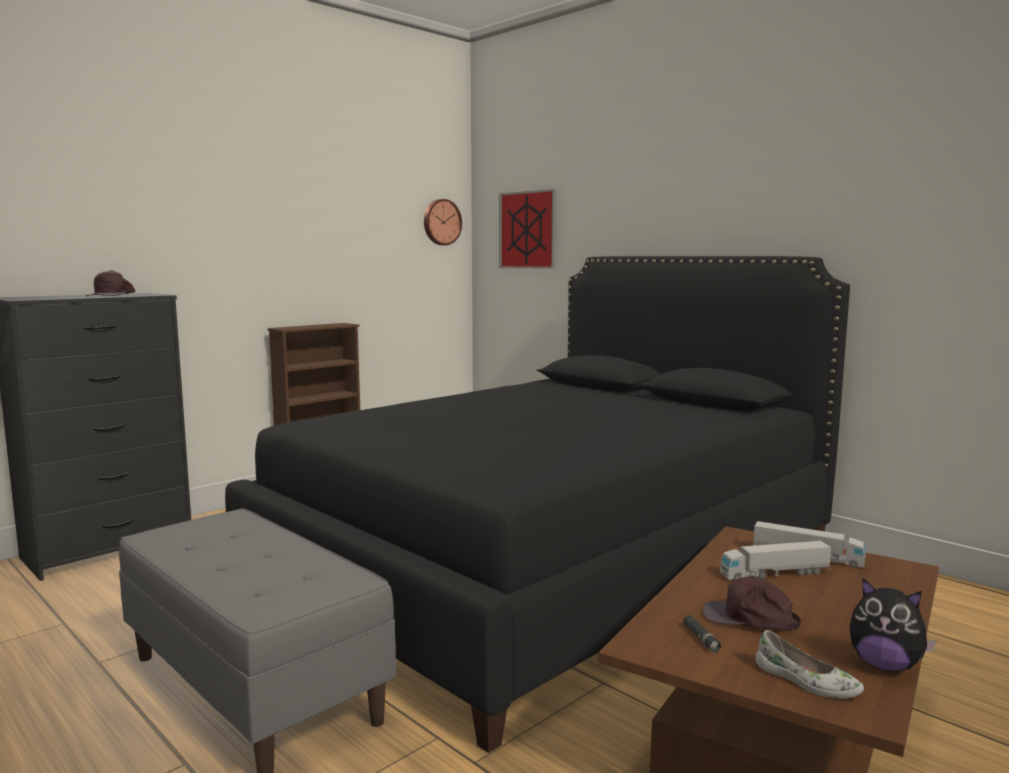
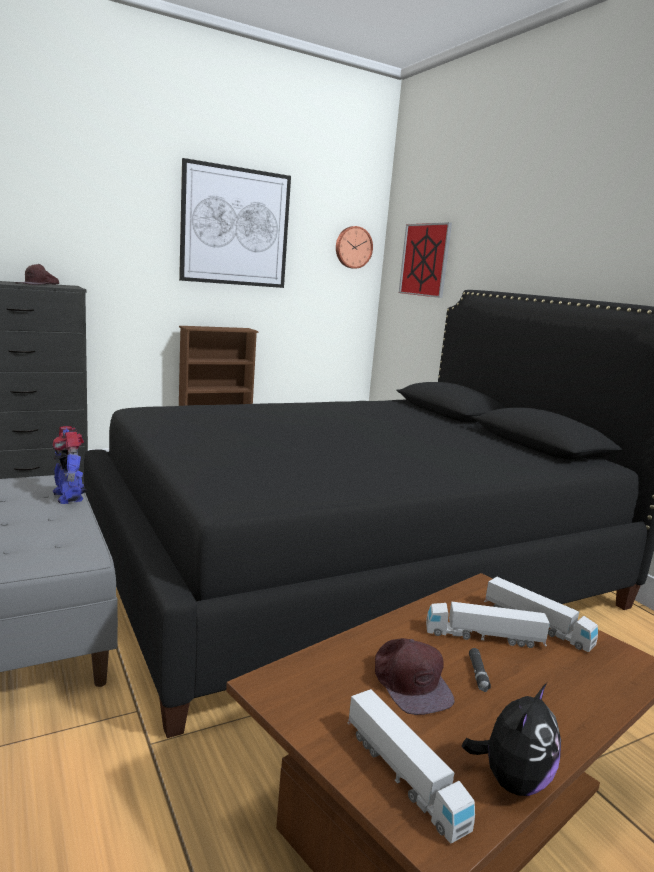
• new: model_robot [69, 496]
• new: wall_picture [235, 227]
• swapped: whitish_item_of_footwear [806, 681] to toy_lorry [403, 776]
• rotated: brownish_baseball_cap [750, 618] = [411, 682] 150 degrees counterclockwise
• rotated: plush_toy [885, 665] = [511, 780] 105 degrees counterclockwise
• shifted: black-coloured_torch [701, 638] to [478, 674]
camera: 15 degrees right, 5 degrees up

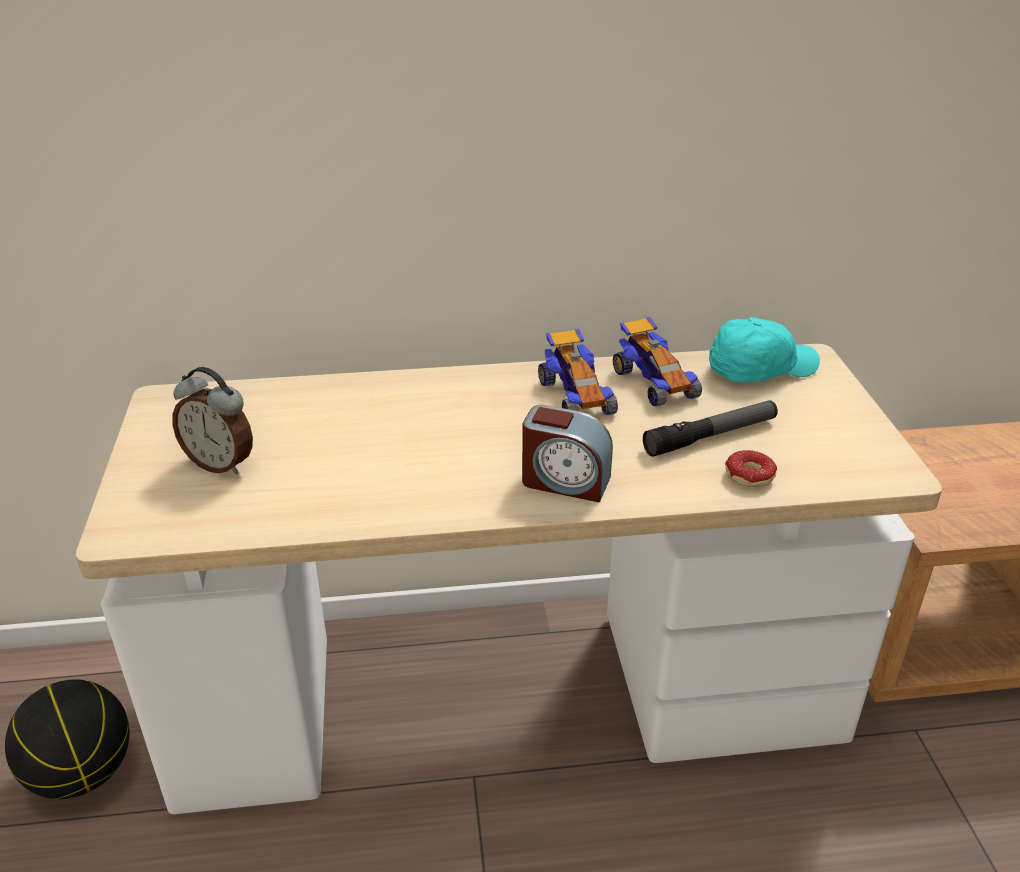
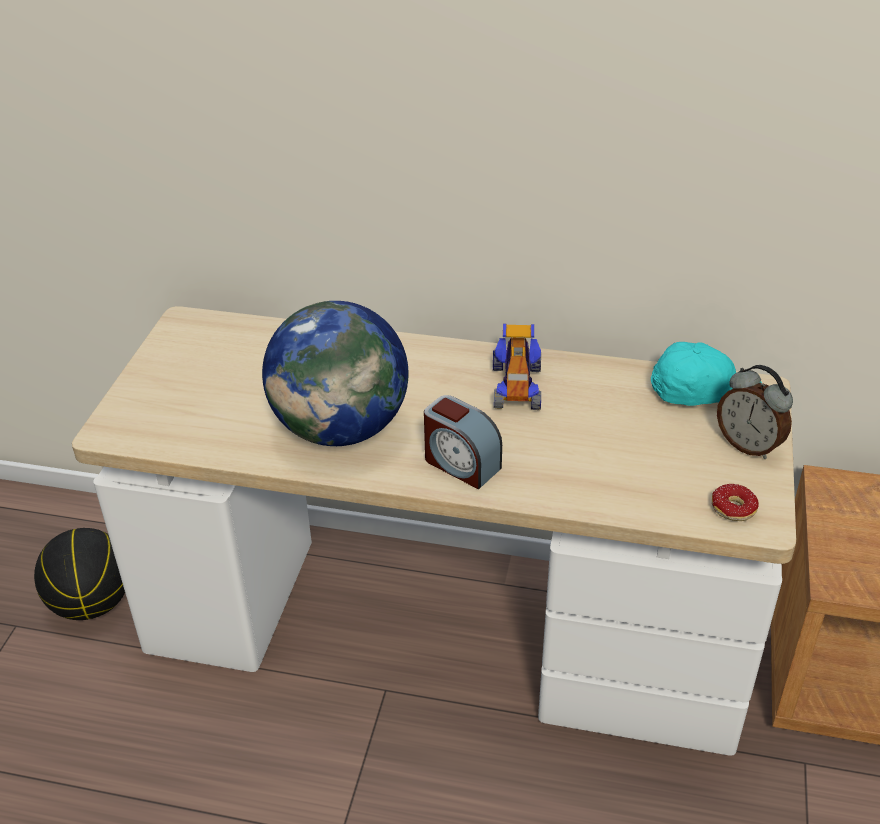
• new: world_globe [341, 428]
• shifted: donut [748, 482] to [729, 513]
• shifted: alarm_clock [221, 464] to [749, 445]
• gone: model_car [653, 382]
• gone: torch [711, 436]
camera: 20 degrees right, 5 degrees up

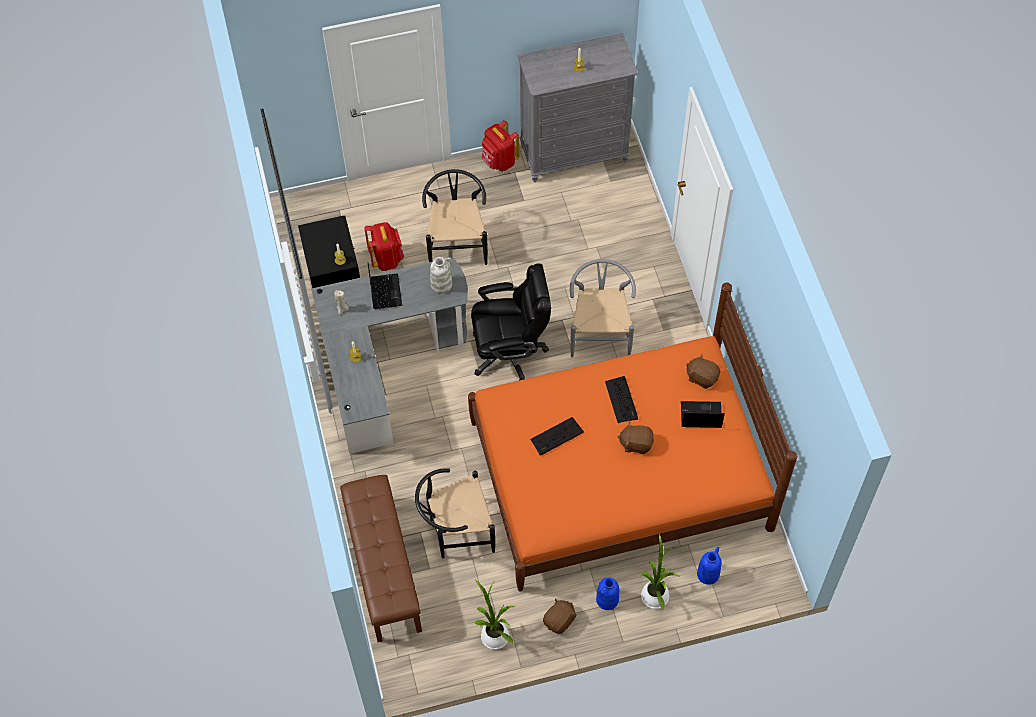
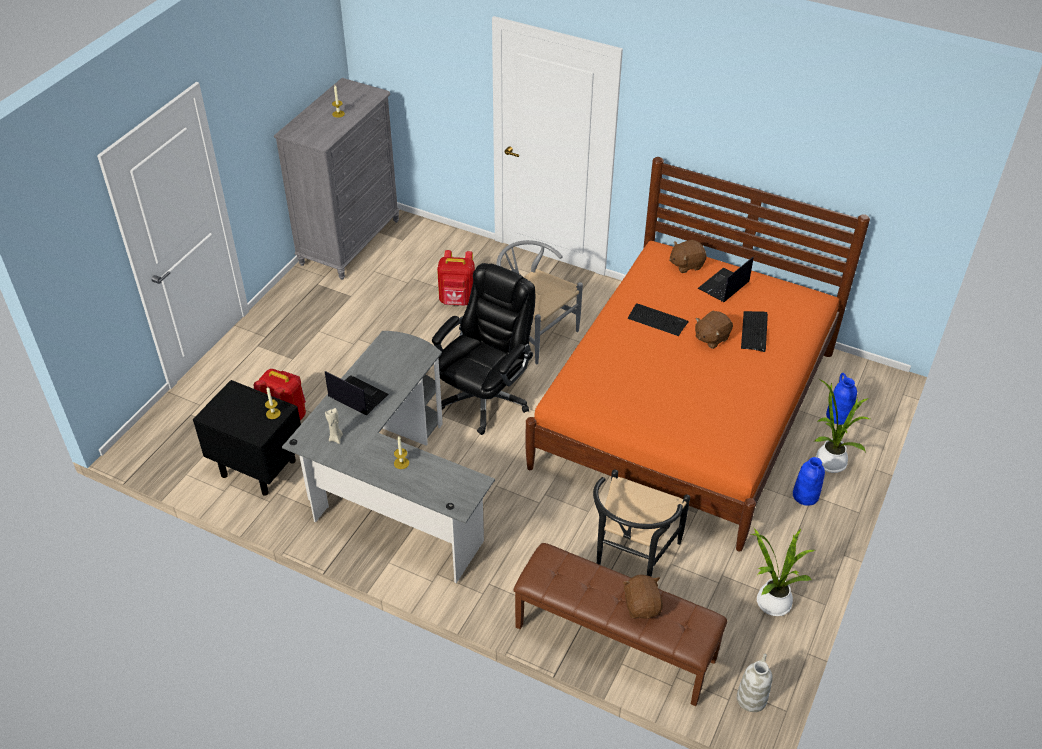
• shifted: red_rucksack [499, 161] to [457, 301]
• shifted: brownish_plush_toy [559, 621] to [642, 605]
• shifted: whitish_flower_vase [441, 284] to [751, 698]
• shifted: computer_keyboard [556, 436] to [754, 331]
• gone: black-coloured_plain_chair [457, 242]
camera: 50 degrees left, 15 degrees down

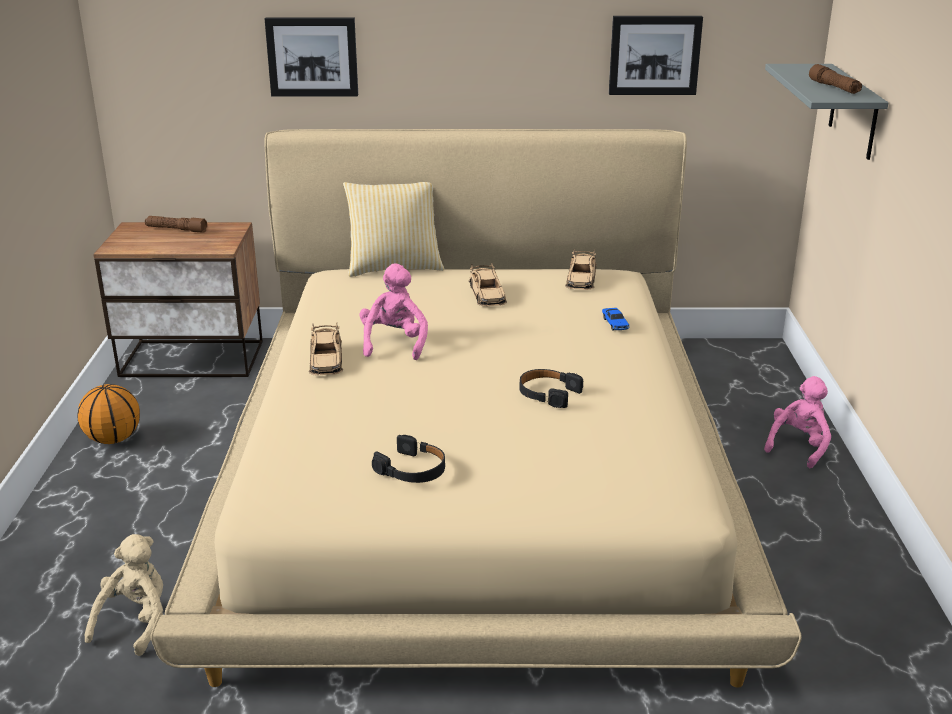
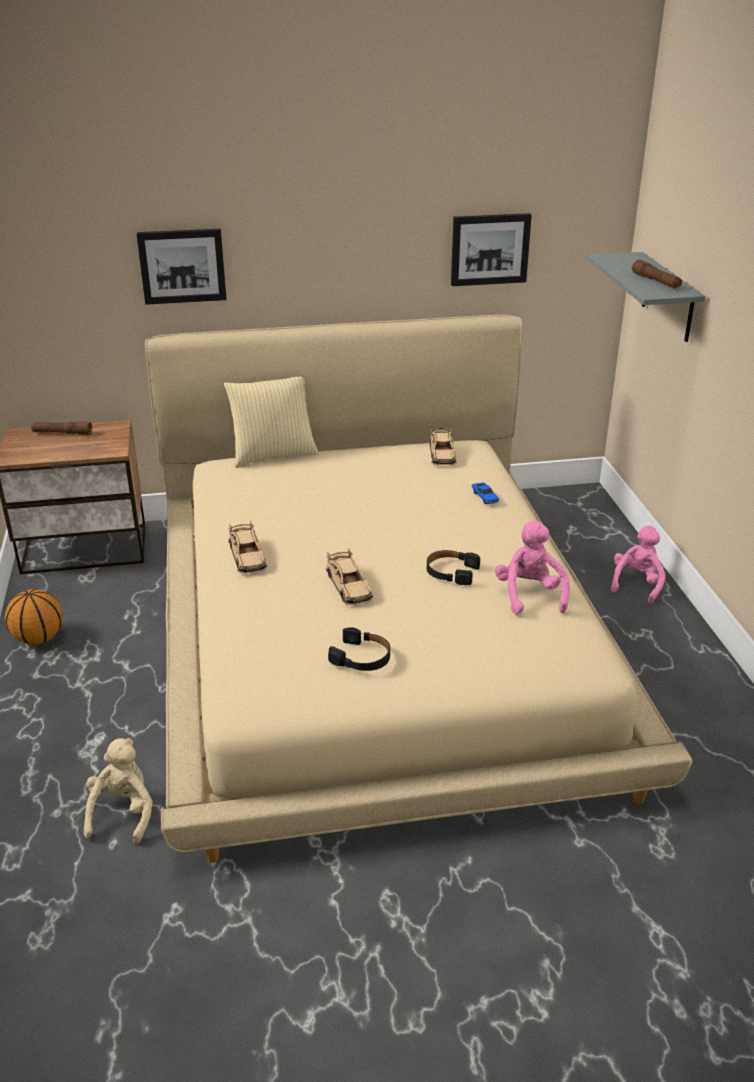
• shifted: beige-coloured_model_car [487, 295] to [349, 586]
• shifted: pink_plush_toy [394, 343] to [529, 595]
camera: 10 degrees left, 5 degrees up

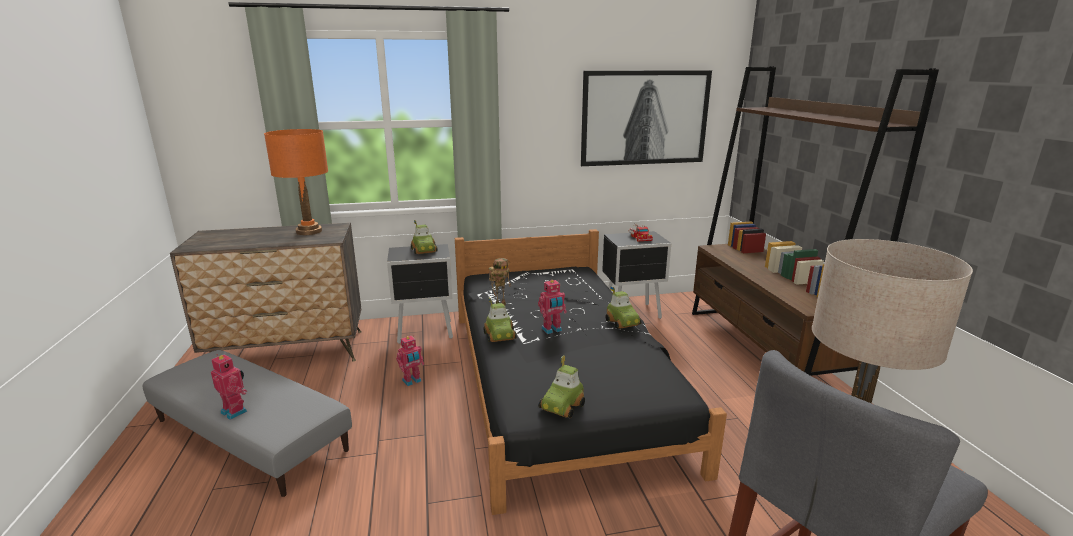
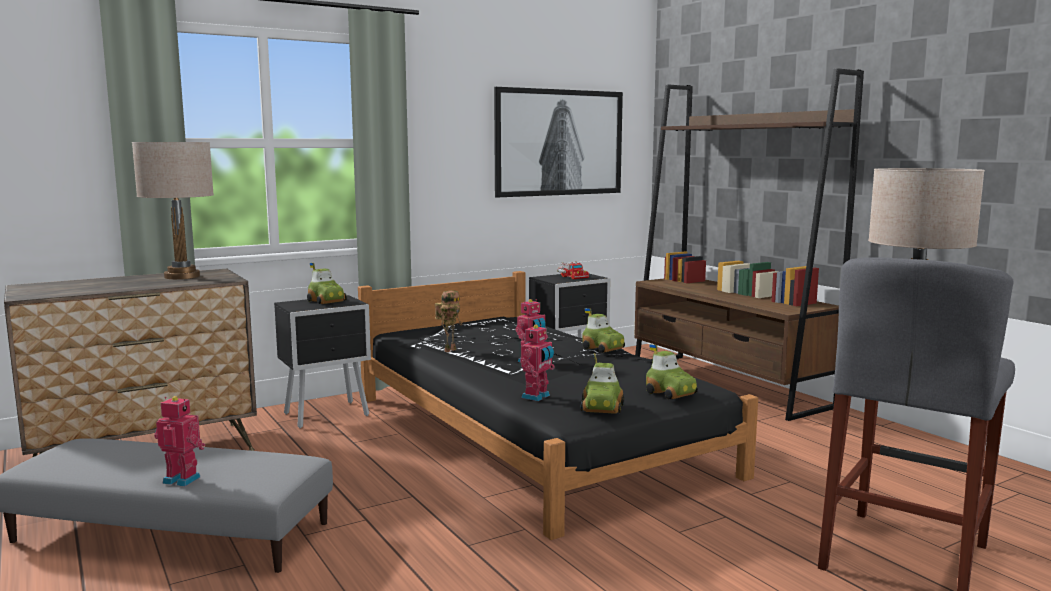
• repainted: orange-coloured_table_lamp [309, 231] to beige-coloured_table_lamp [182, 276]
• shifted: model_robot [412, 381] to [537, 397]
• shifted: model_car [500, 335] to [671, 393]
camera: 20 degrees left, 10 degrees down

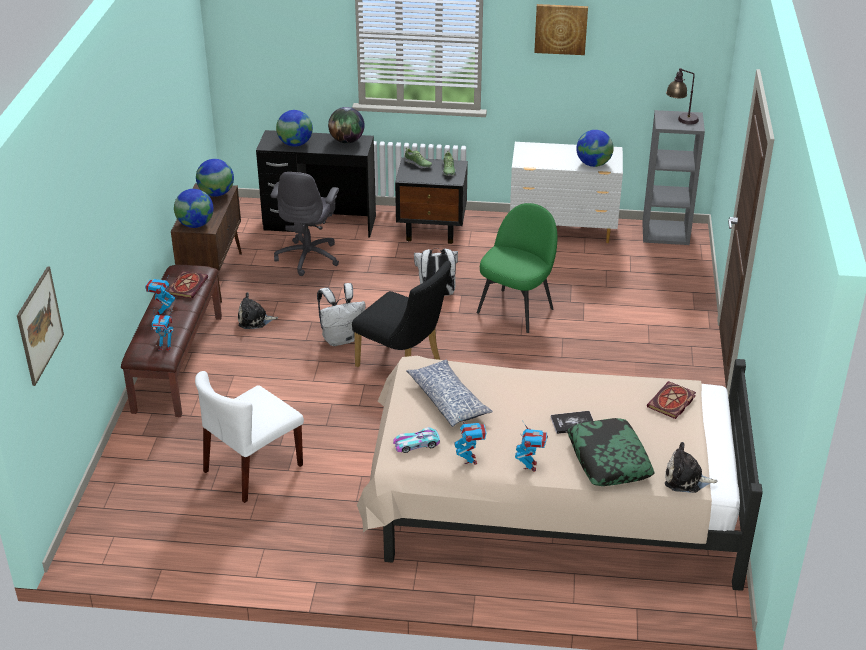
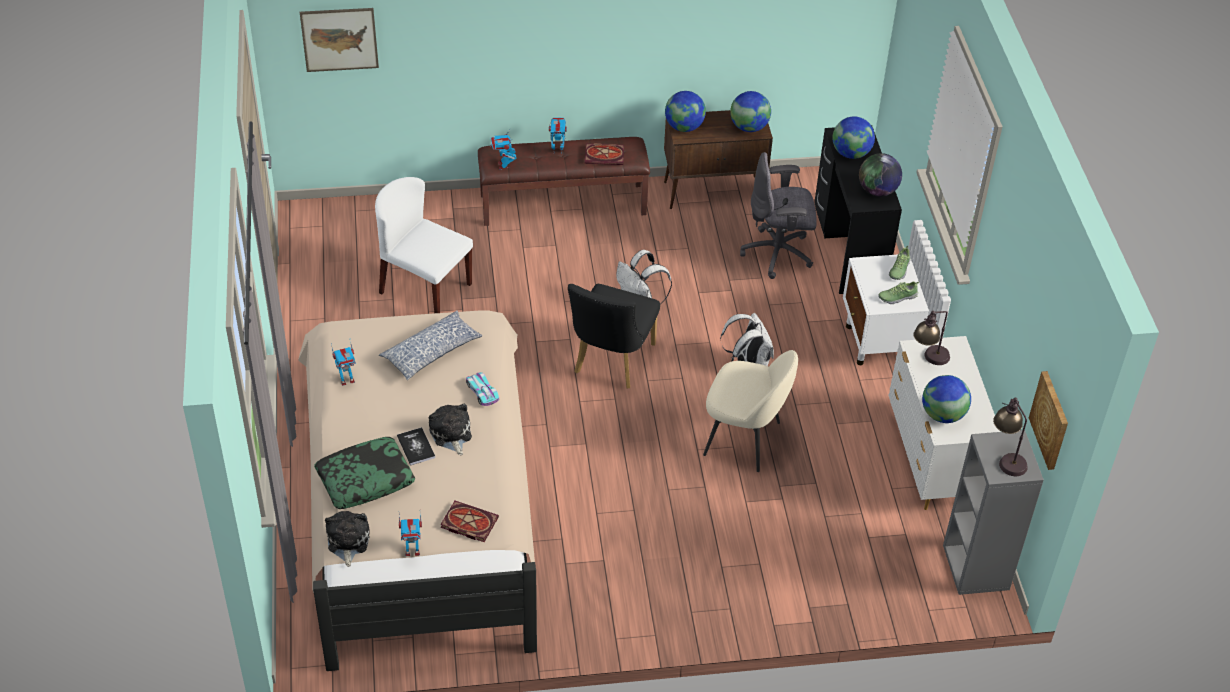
• shifted: model_robot [530, 466] to [412, 551]
• shifted: plush_toy [254, 320] to [451, 434]
• shifted: model_car [416, 444] to [482, 391]
• repainted: green-coloured_plain_chair [516, 309] to beige-coloured_plain_chair [744, 439]
• repainted: black-coloured_nightstand [432, 230] to whitish_nightstand [877, 343]
• new: table_lamp [929, 359]
• shifted: wall_picture [561, 28] to [1050, 420]
camera: 75 degrees right, 10 degrees up

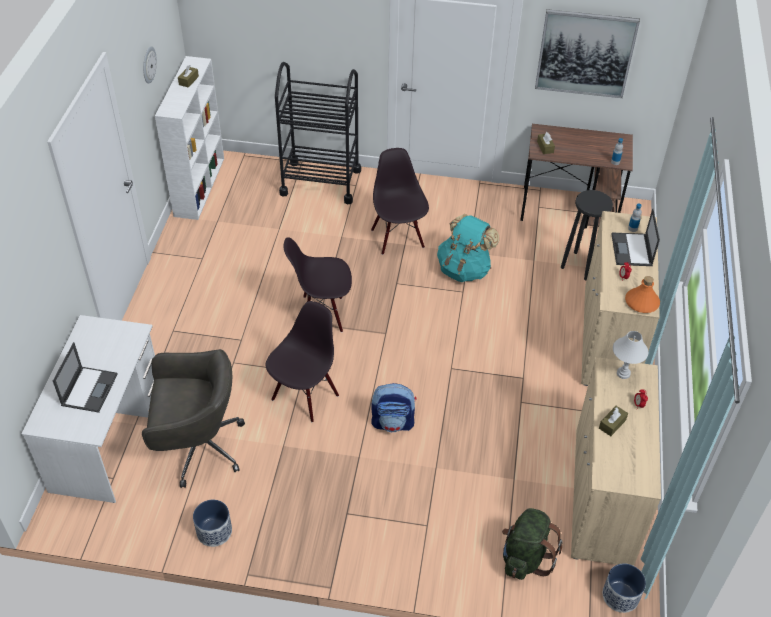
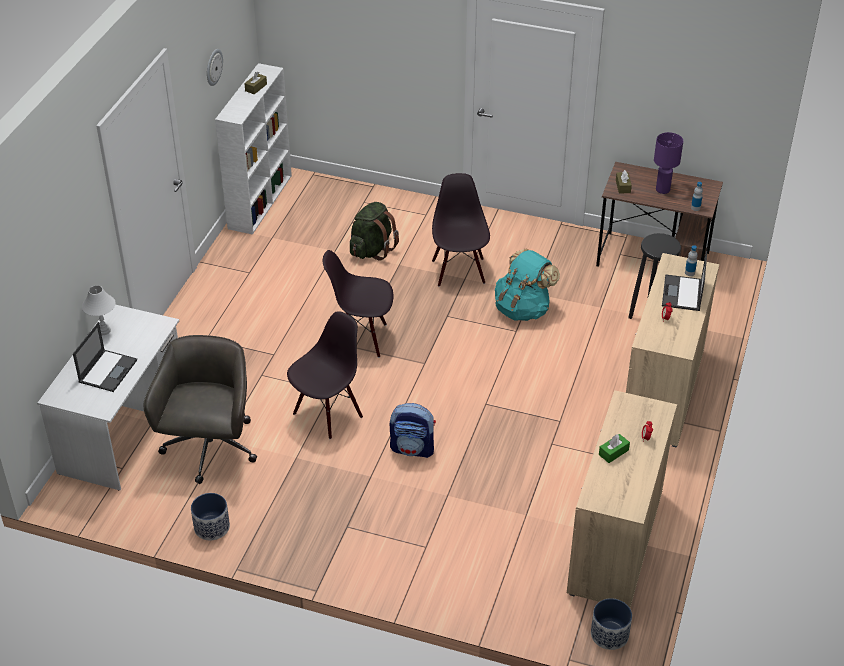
• shifted: whitish_table_lamp [623, 373] to [104, 330]
• rotated: grey_computer_chair [197, 447] = [210, 449] 90 degrees counterclockwise
• shifted: green-coloured_rucksack [525, 557] to [372, 249]
• repainted: brownish_tissue_box [612, 424] to green-coloured_tissue_box [613, 452]
• new: purplish_table_lamp [663, 190]
• gone: black-coloured_wheeled_cart [320, 182]
• gone: wall_picture [585, 53]
• gone: orange-coloured_drink_bottle [642, 302]
camera: 10 degrees right, 5 degrees down

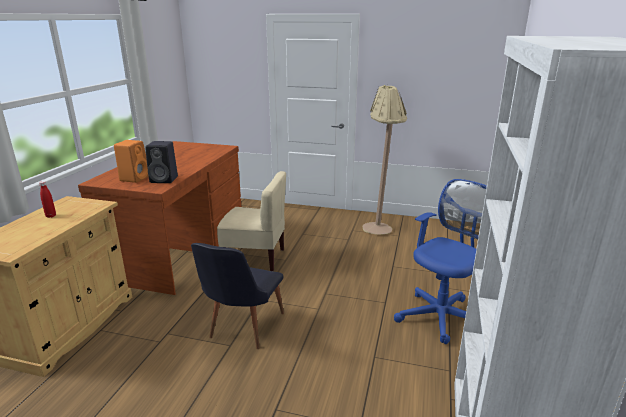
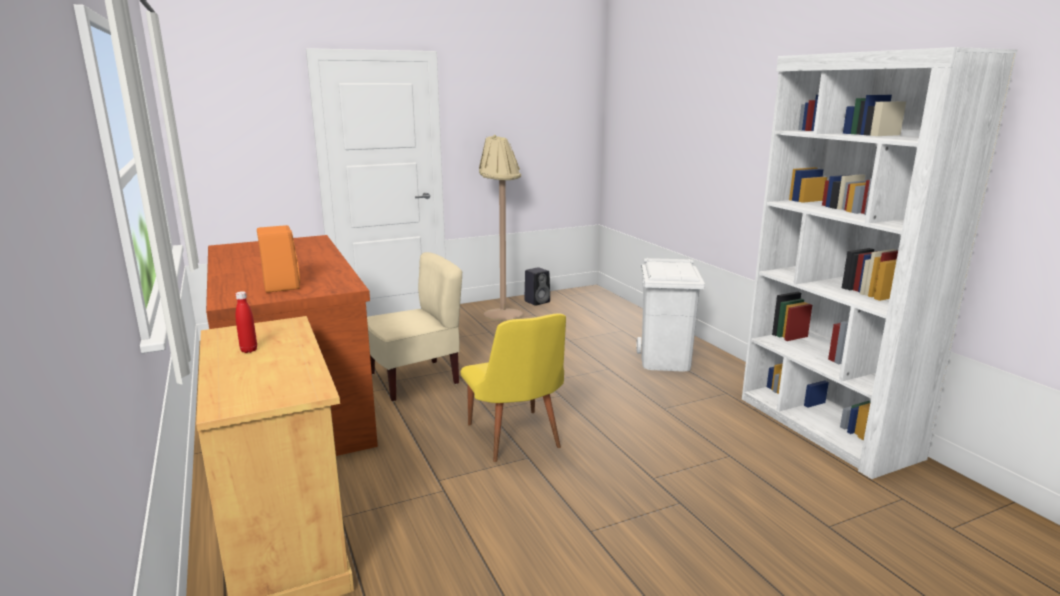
• repainted: black-coloured_plain_chair [242, 329] to yellow_plain_chair [516, 440]
• shifted: black-coloured_speaker [165, 180] to [537, 301]
• swapped: bluish_computer_chair [442, 315] to whitish_rubbish_bin [665, 360]
camera: 40 degrees left, 5 degrees down

